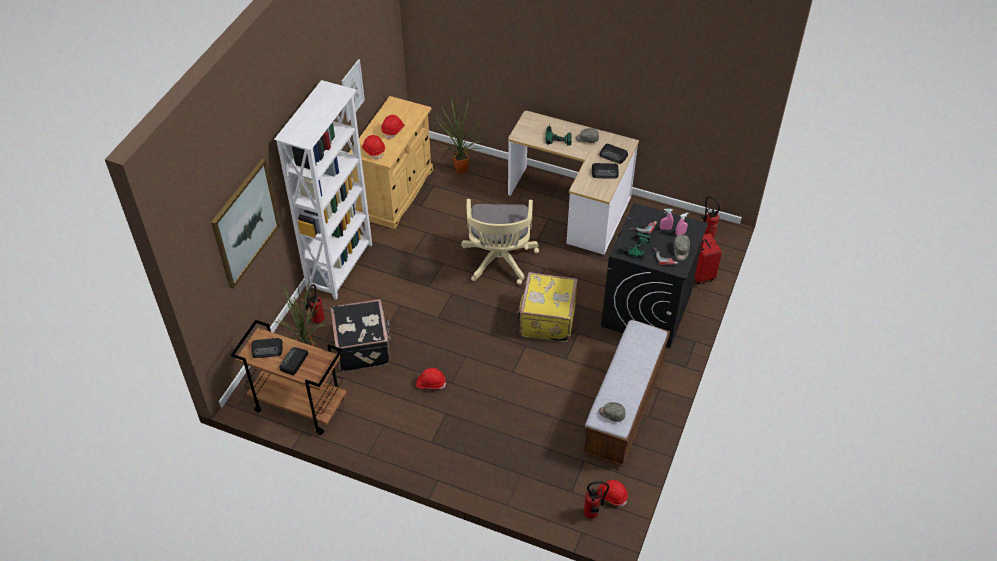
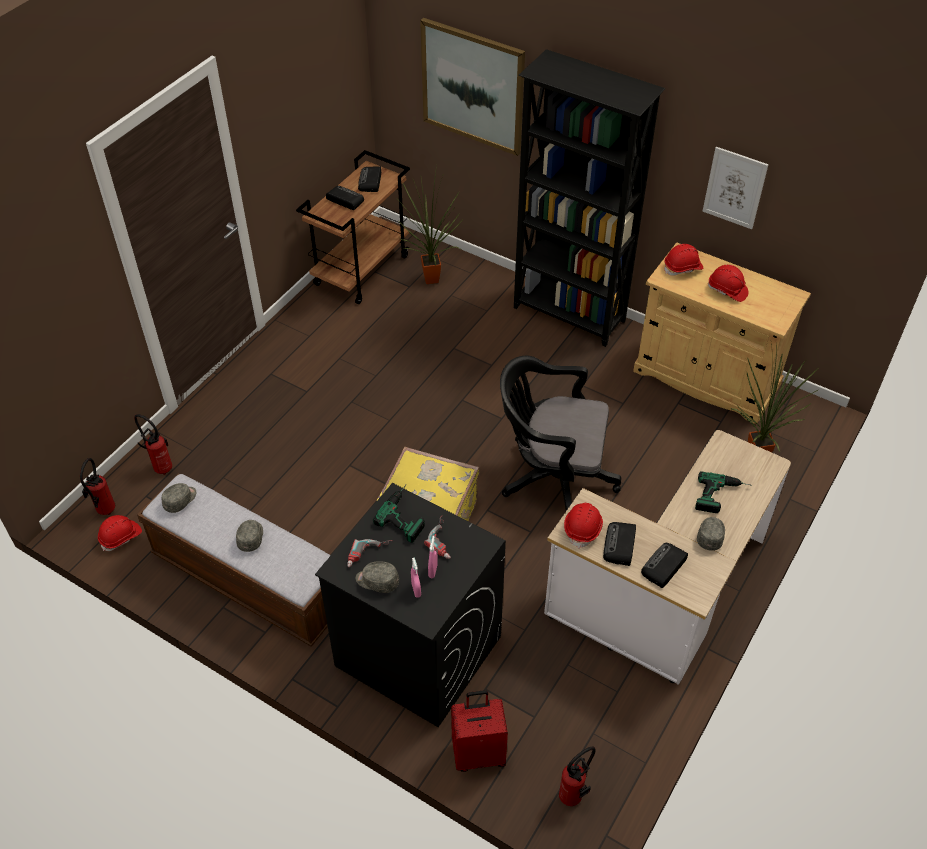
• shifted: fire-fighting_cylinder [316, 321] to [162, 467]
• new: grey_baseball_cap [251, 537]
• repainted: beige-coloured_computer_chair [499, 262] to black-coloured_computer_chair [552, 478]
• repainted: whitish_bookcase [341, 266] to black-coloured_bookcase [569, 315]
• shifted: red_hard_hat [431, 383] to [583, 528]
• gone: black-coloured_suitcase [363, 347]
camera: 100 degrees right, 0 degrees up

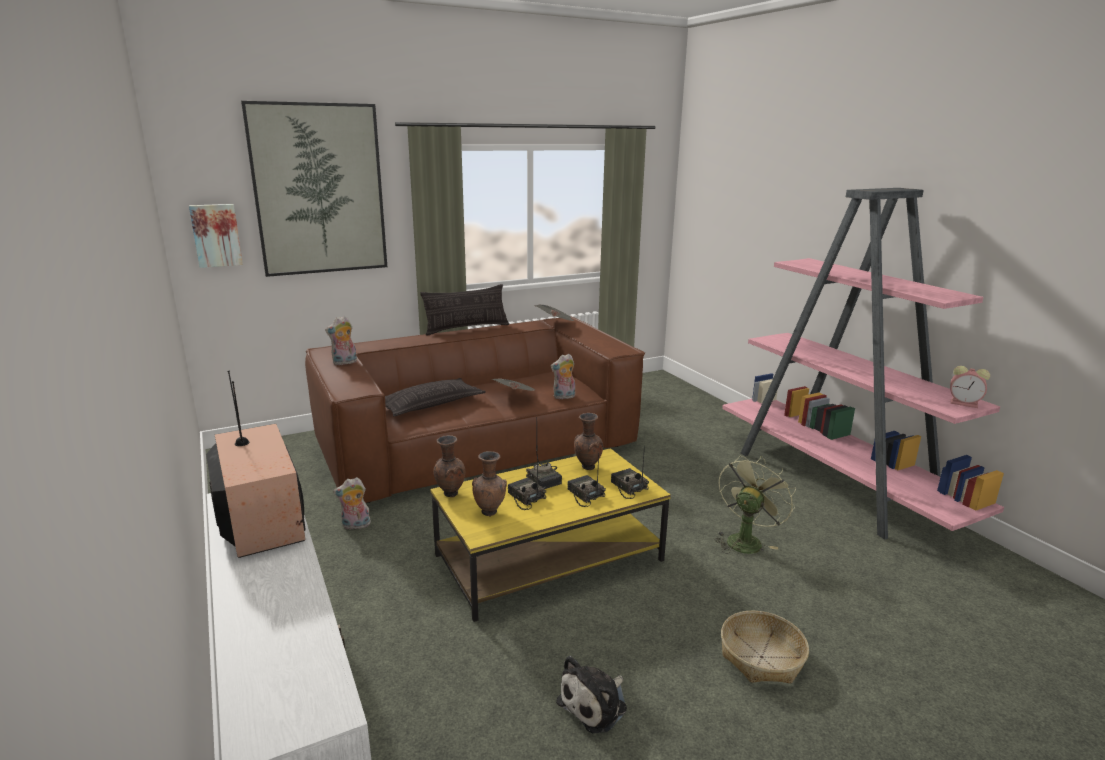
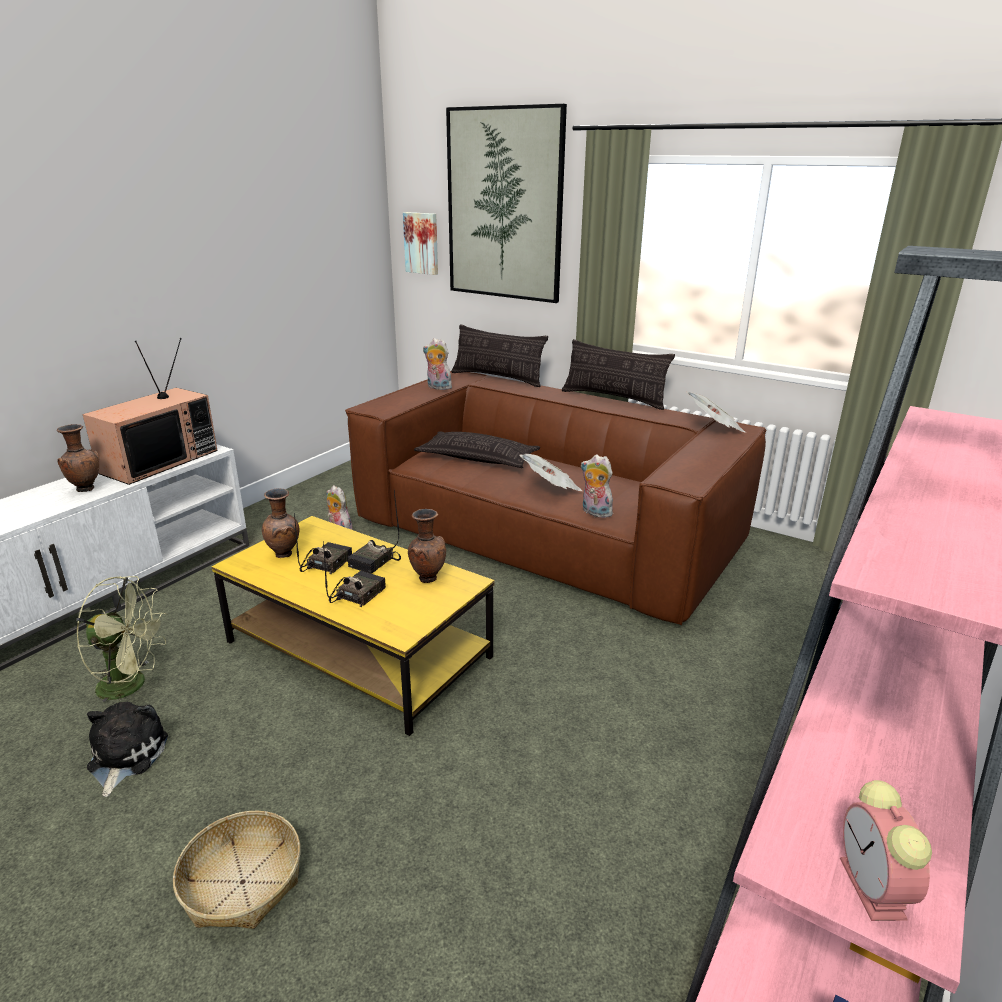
• shifted: brownish_flower_vase [449, 493] to [86, 489]
• shifted: green-coloured_electric_fan [746, 540] to [132, 685]
• rotated: plush_toy [595, 704] = [125, 757] 75 degrees clockwise
• new: cushion [497, 378]
• gone: radio [628, 487]
camera: 60 degrees right, 5 degrees up

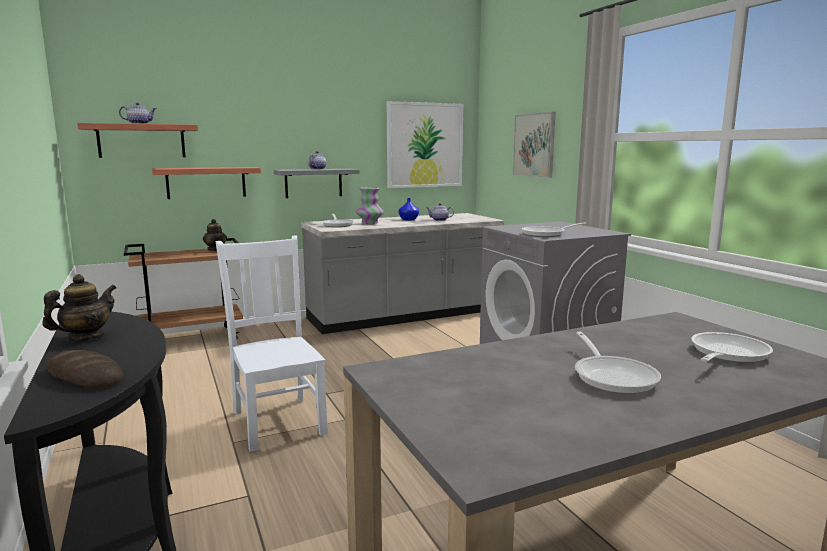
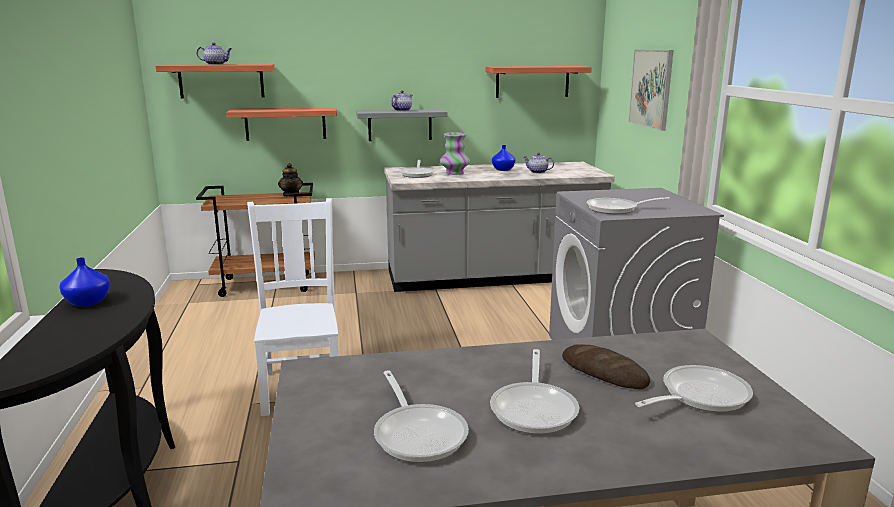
• swapped: teapot [85, 338] to bluish_flower_vase [87, 302]
• new: frying_pan [418, 433]
• swapped: wall_picture [424, 145] to bracket_shelf [532, 81]
• shifted: bread [85, 376] to [604, 372]
camera: 15 degrees right, 5 degrees up

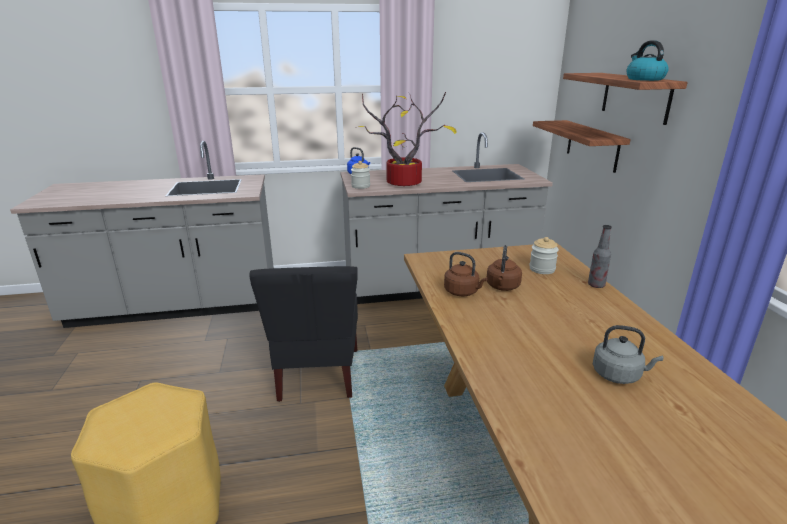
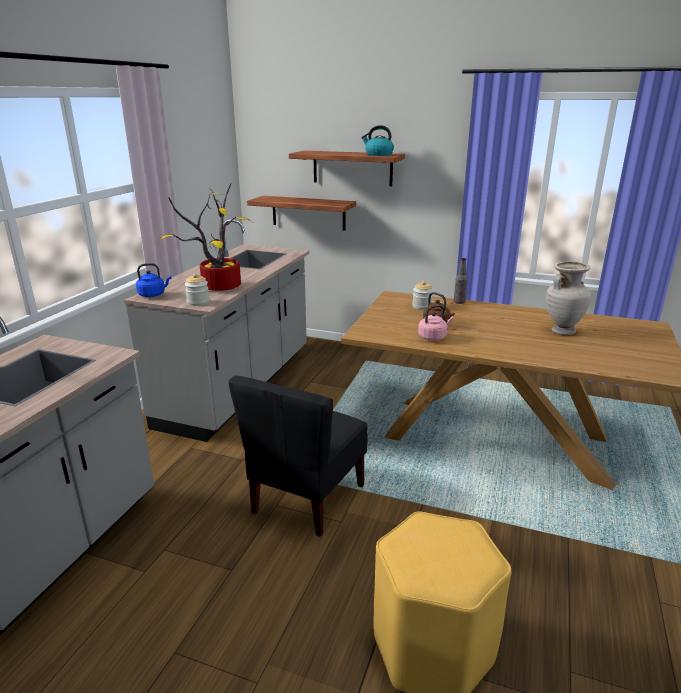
• rotated: black-coloured_plain_chair [317, 374] = [306, 498] 90 degrees clockwise
• repainted: brownish_kettle [463, 292] to pink_kettle [433, 337]
• swapped: grey_kettle [618, 375] to beige-coloured_flower_vase [562, 331]
camera: 60 degrees left, 0 degrees up

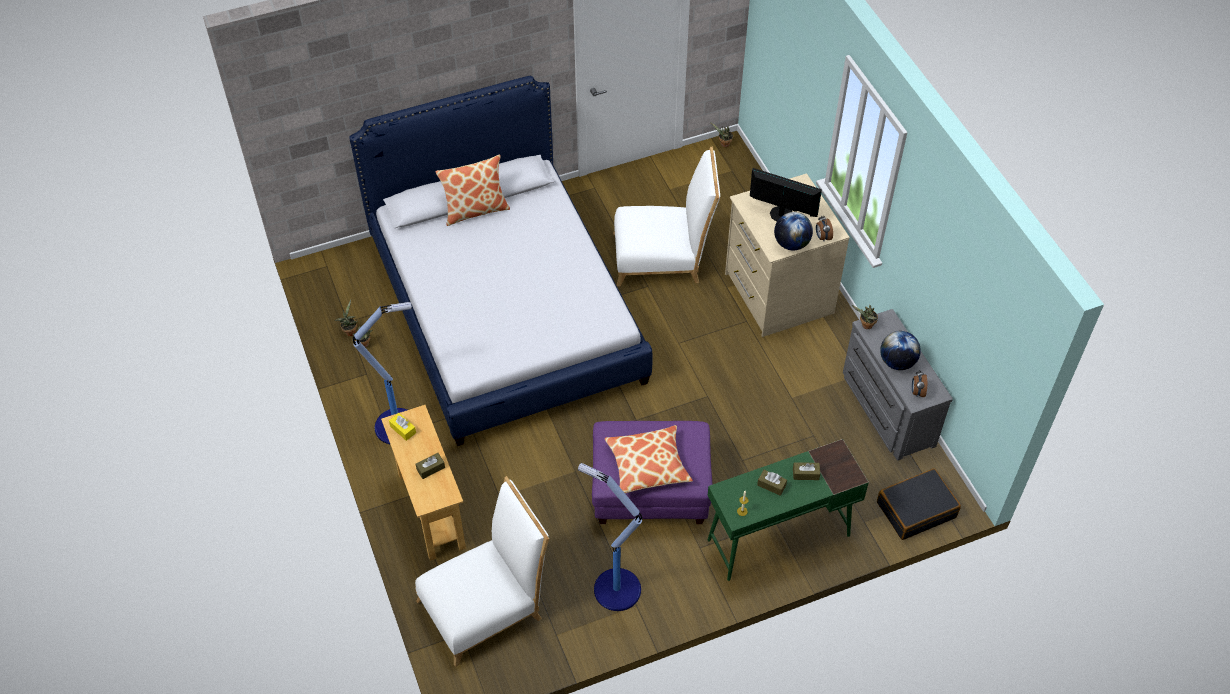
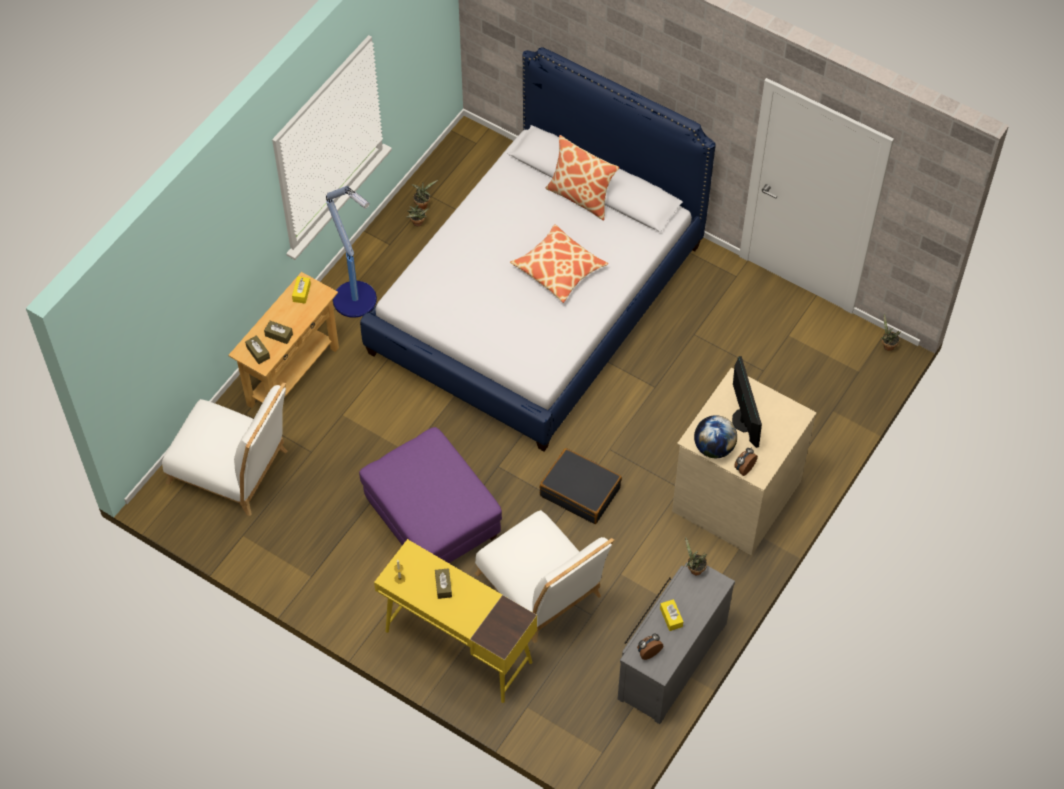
• shifted: brownish_tissue_box [805, 474] to [258, 352]
• repainted: green-coloured_desk_table [778, 538] to yellow_desk_table [457, 646]
• shifted: whitish_plain_chair [663, 257] to [543, 591]
• shifted: cushion [647, 465] to [559, 269]
• shifted: black-coloured_suitcase [916, 509] to [580, 491]
• swapped: world_globe [897, 362] to yellow_tissue_box [671, 617]
• gone: standing_lamp [615, 589]
camera: 55 degrees right, 5 degrees up

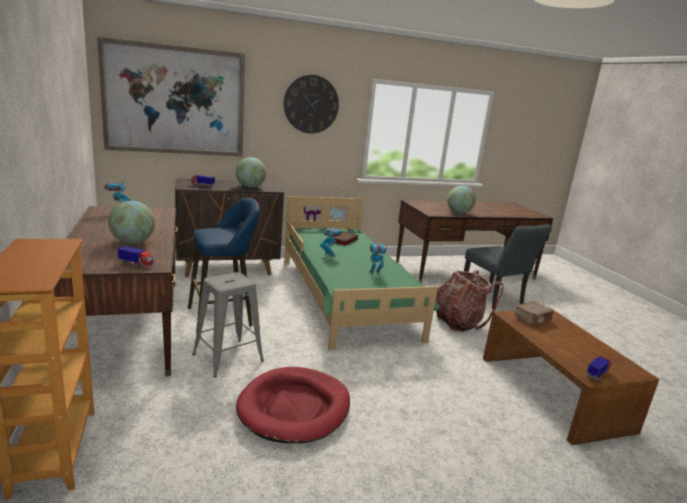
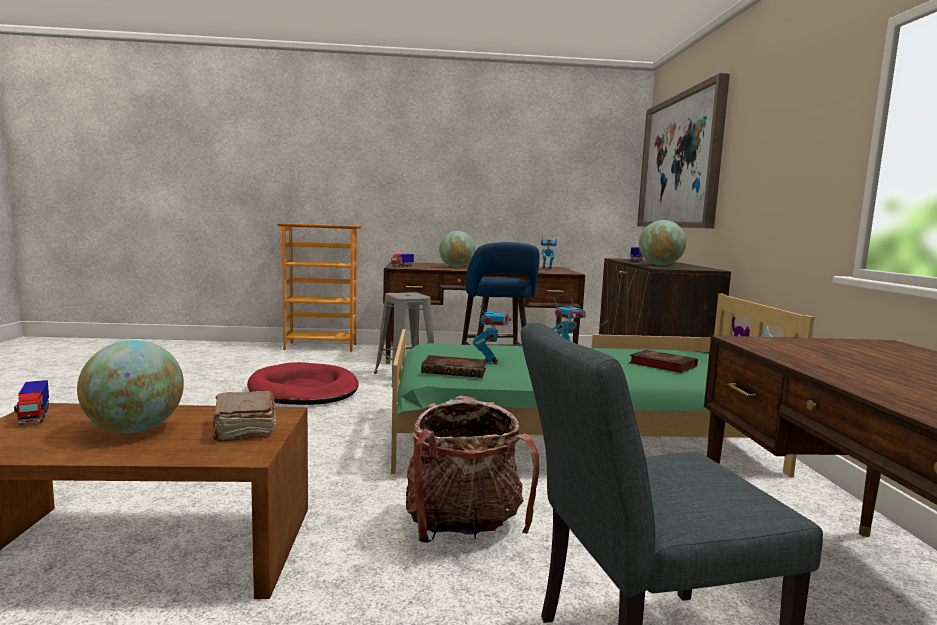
• shifted: world_globe [459, 213] to [134, 430]
• new: book [456, 371]
• gone: wall_clock [311, 104]
camera: 105 degrees right, 10 degrees down

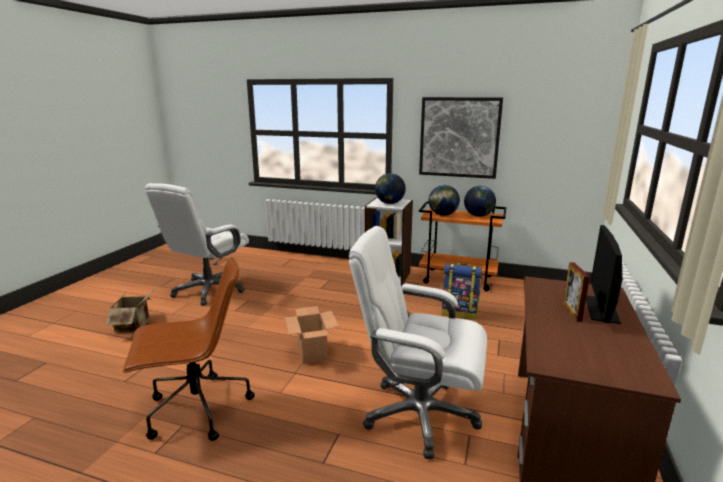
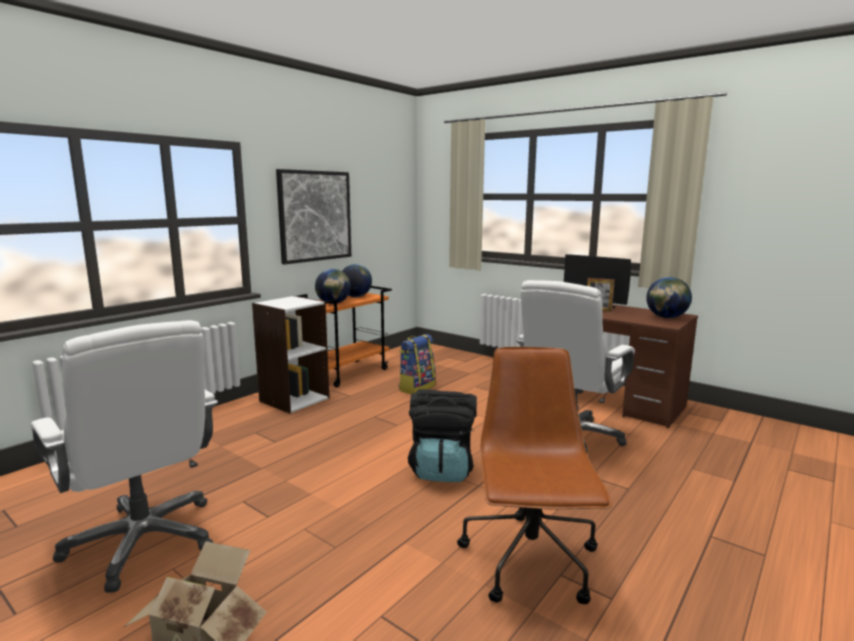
• swapped: cardboard_box [312, 353] to black-coloured_rucksack [442, 469]
• shifted: world_globe [389, 203] to [666, 317]
camera: 70 degrees left, 5 degrees down

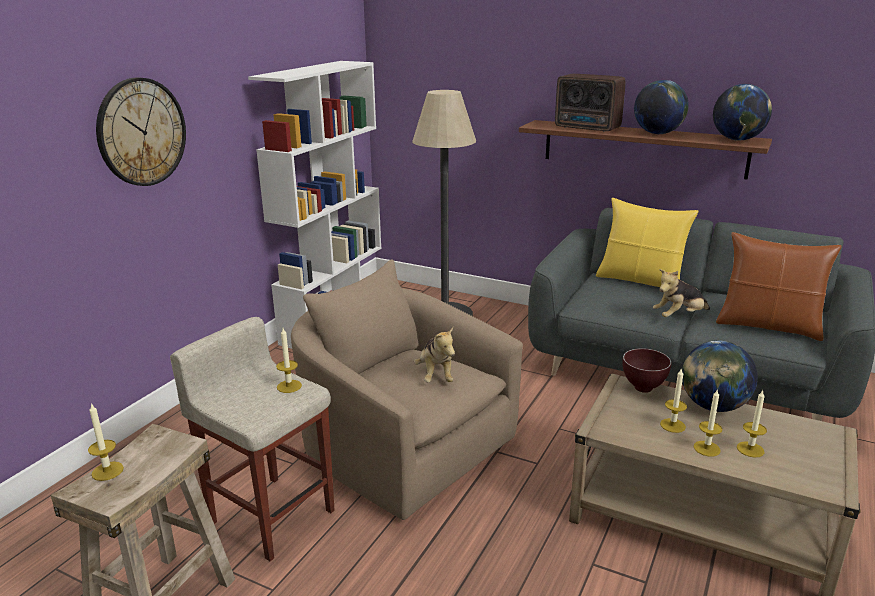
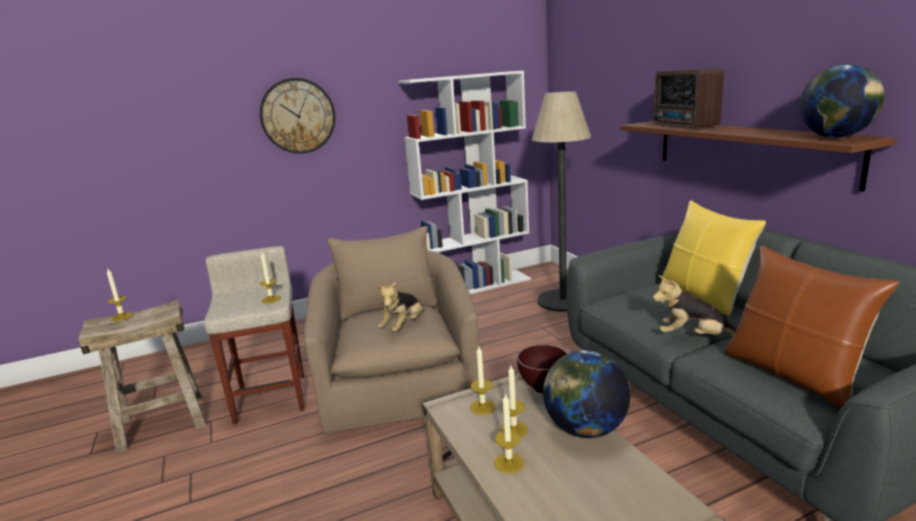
• shifted: candle [750, 449] to [482, 407]
• gone: world_globe [658, 134]
camera: 40 degrees right, 5 degrees down

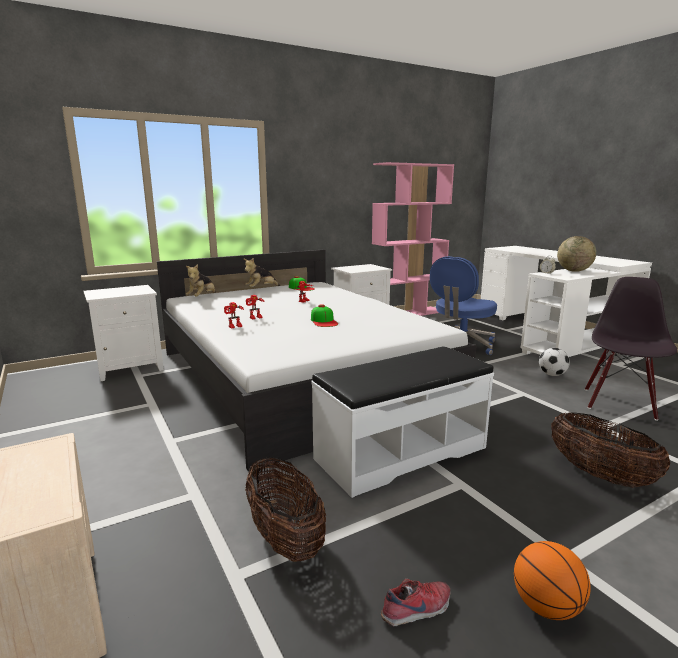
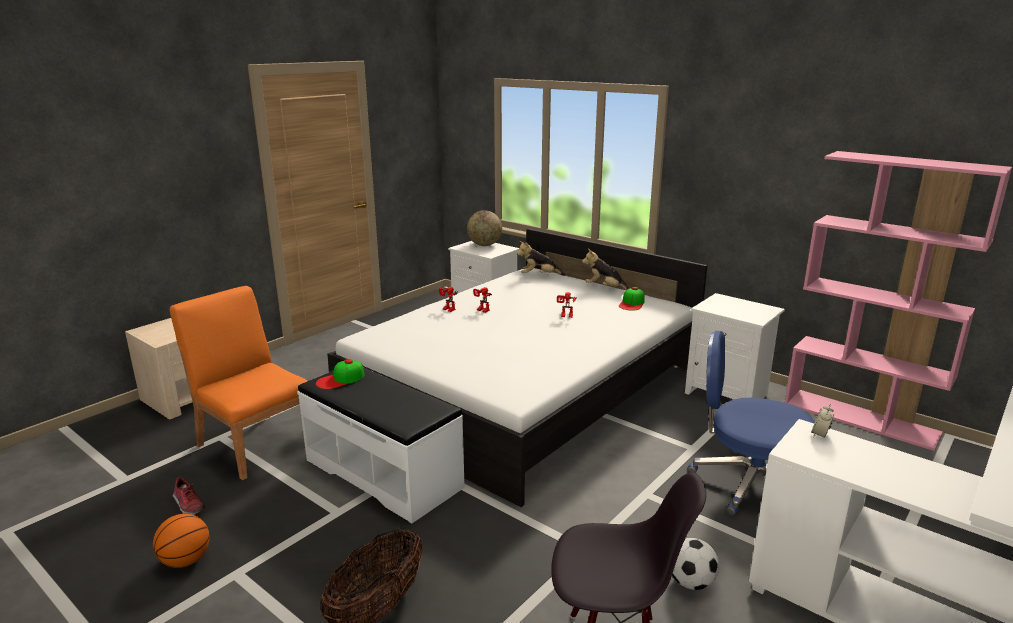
• swapped: household_basket [285, 538] to orange-coloured_plain_chair [255, 444]
• shifted: baseball_cap [324, 321] to [340, 379]
• shifted: world_globe [574, 271] to [484, 245]
camera: 70 degrees right, 5 degrees up

